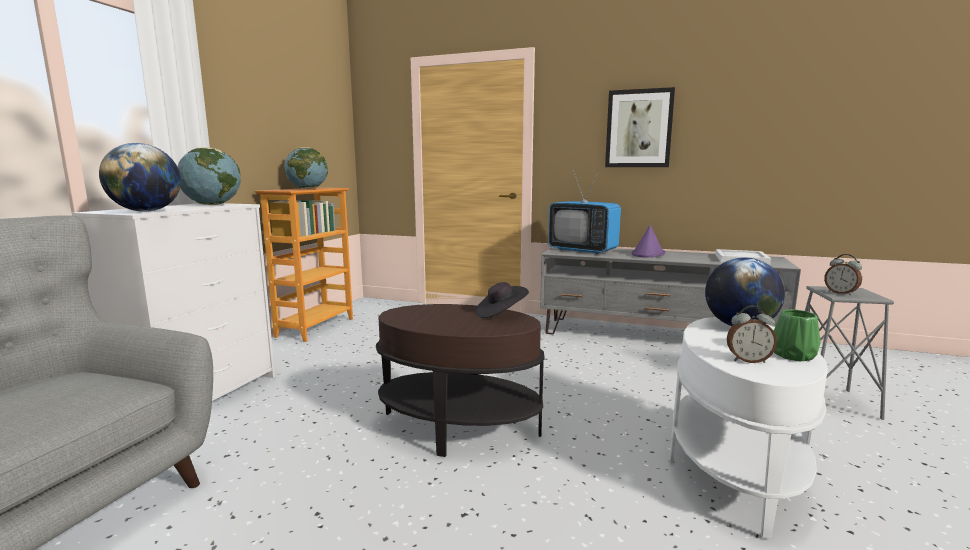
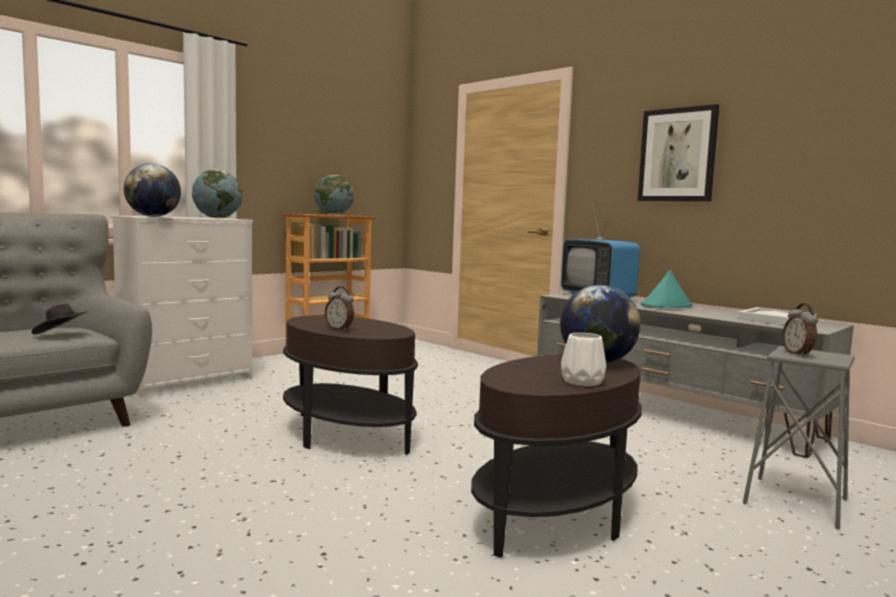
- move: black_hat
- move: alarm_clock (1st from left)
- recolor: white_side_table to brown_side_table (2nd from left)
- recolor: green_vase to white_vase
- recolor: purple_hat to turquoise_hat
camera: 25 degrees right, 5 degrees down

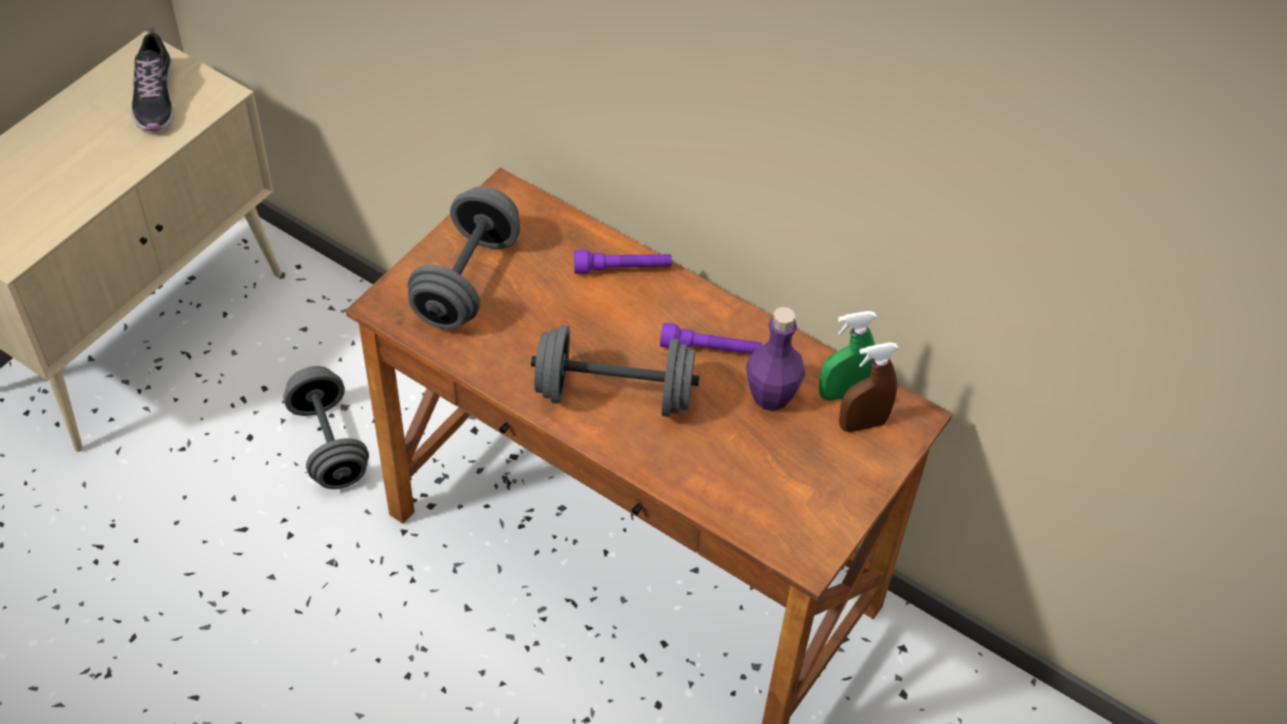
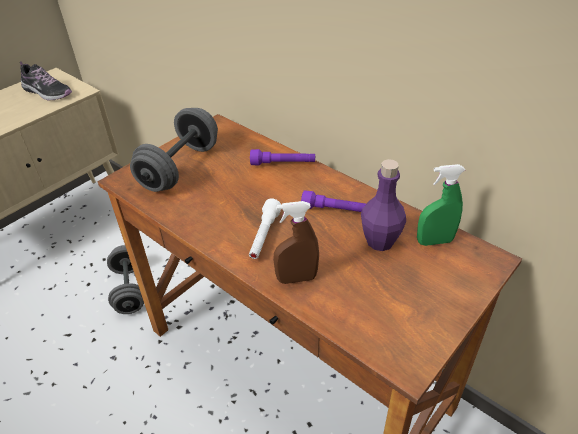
- rotate: shoe 60 degrees counterclockwise
- replace: grey_dumbbell (3rd from left) to white_flashlight
- move: brown_spray_bottle
camera: 10 degrees right, 10 degrees down

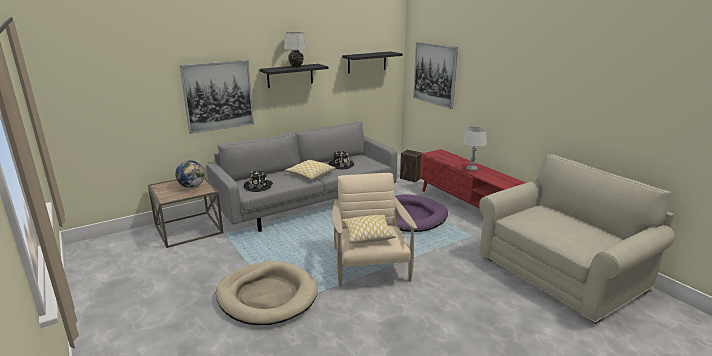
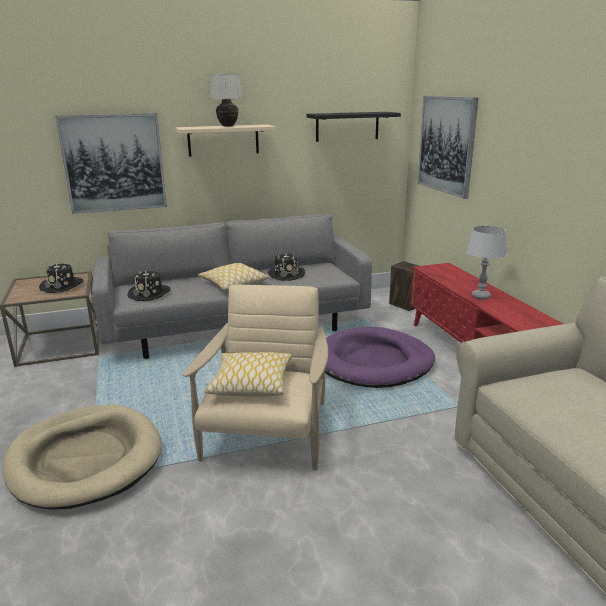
- replace: globe to black_hat (1st from left)
- recolor: black_shelf (1st from left) to beige_shelf
camera: 15 degrees right, 0 degrees up

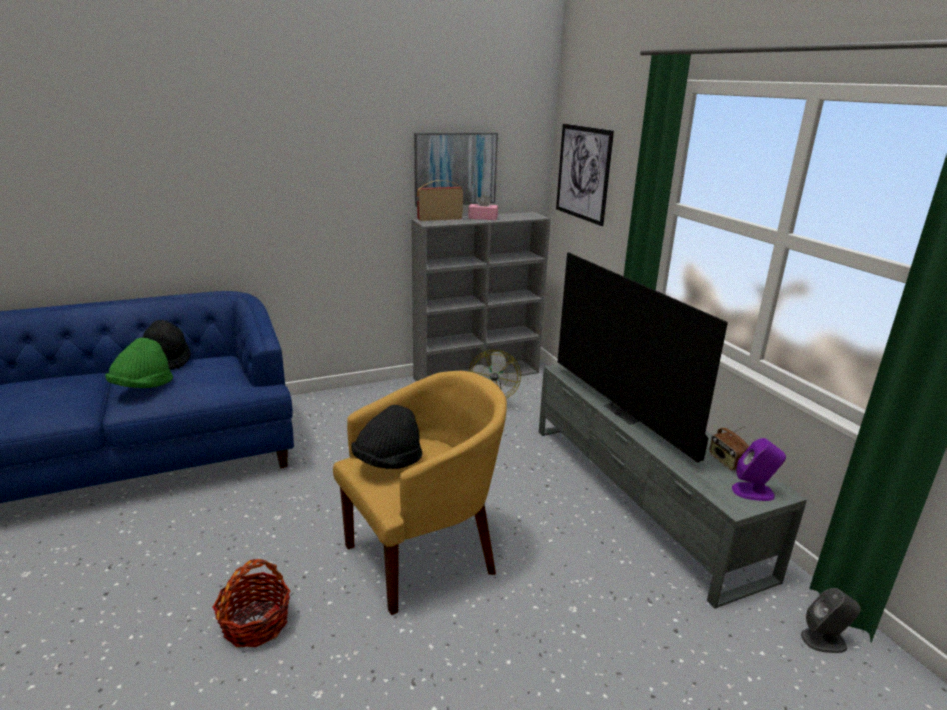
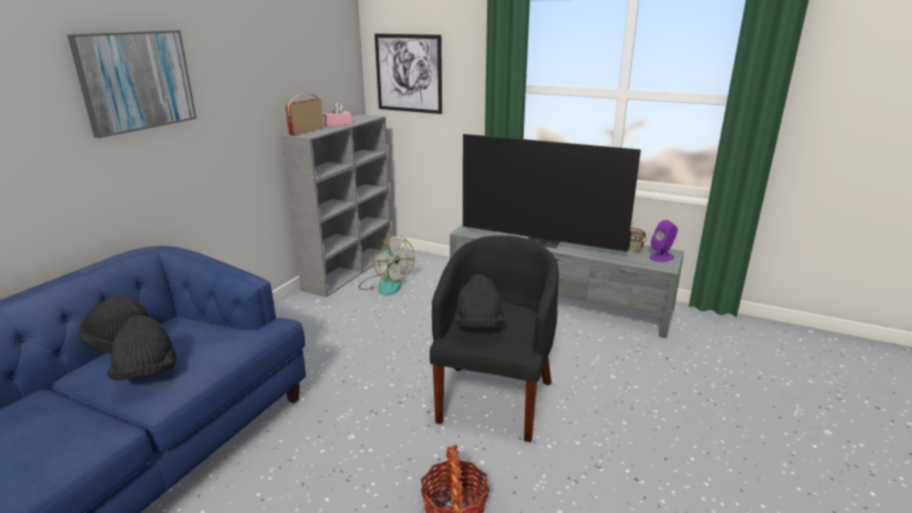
- move: picture (1st from left)
- recolor: green_hat to black_hat (2nd from left)
- recolor: yellow_armchair to black_armchair
- delete: grey_speaker
camera: 40 degrees left, 0 degrees up

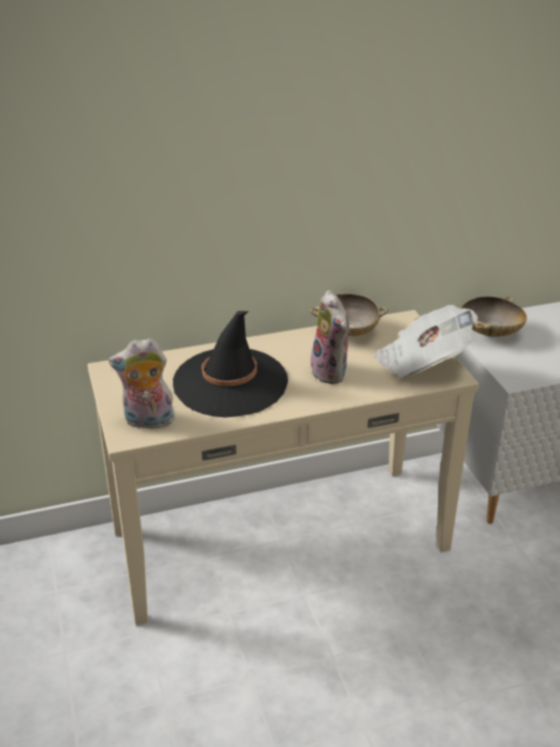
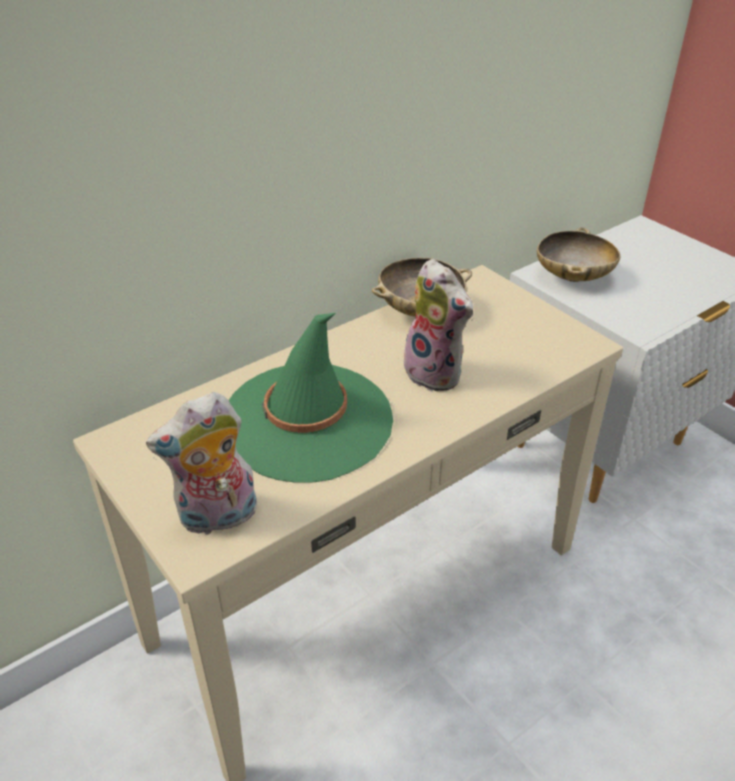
- recolor: black_hat to green_hat
- delete: newspaper
camera: 20 degrees left, 5 degrees up

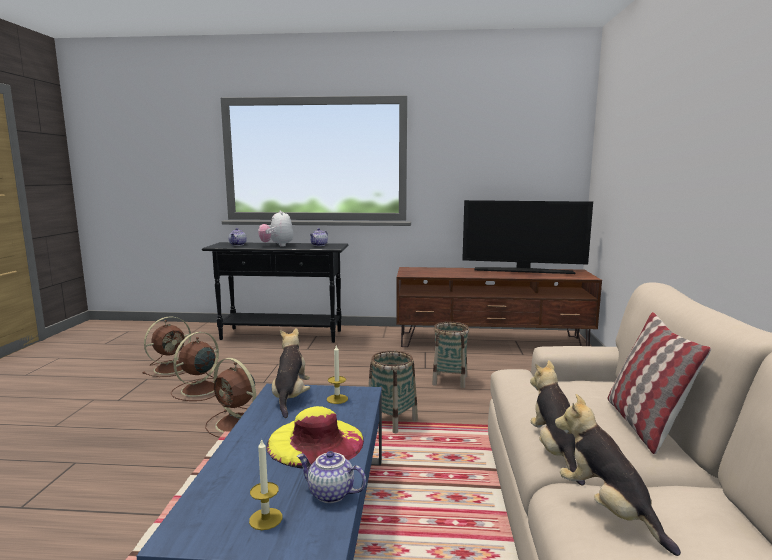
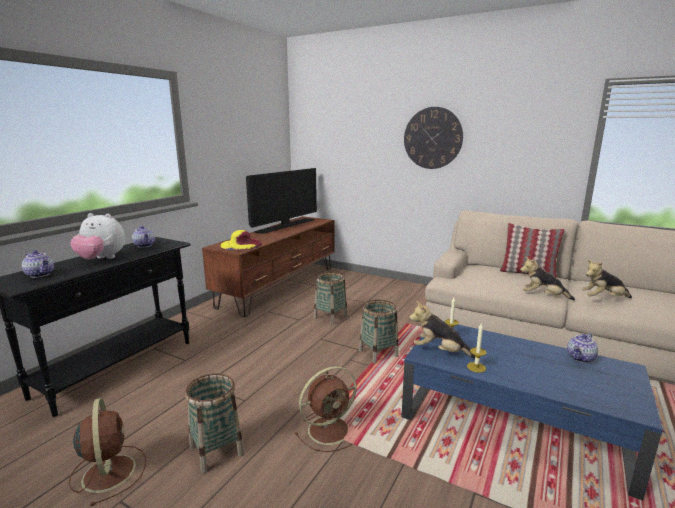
- replace: brown_fan (2nd from left) to basket (1st from left)
- move: yellow_hat
- insert: wall_clock
- move: candle (1st from left in the first image) to candle (2nd from left)
camera: 65 degrees left, 5 degrees up

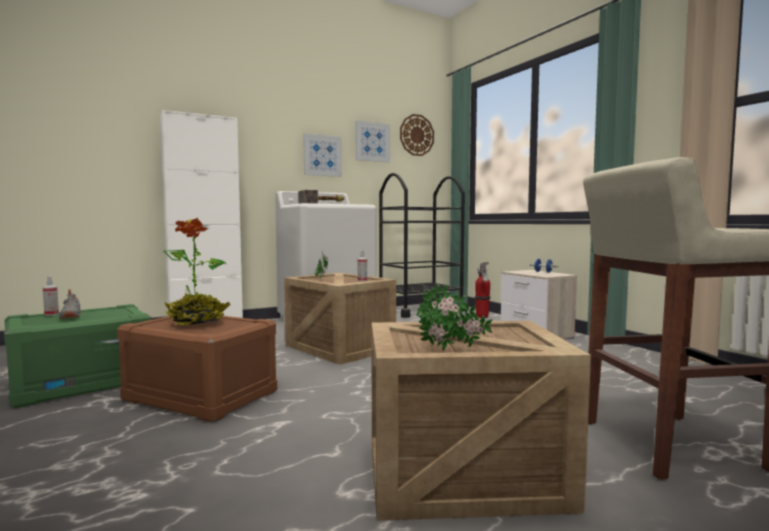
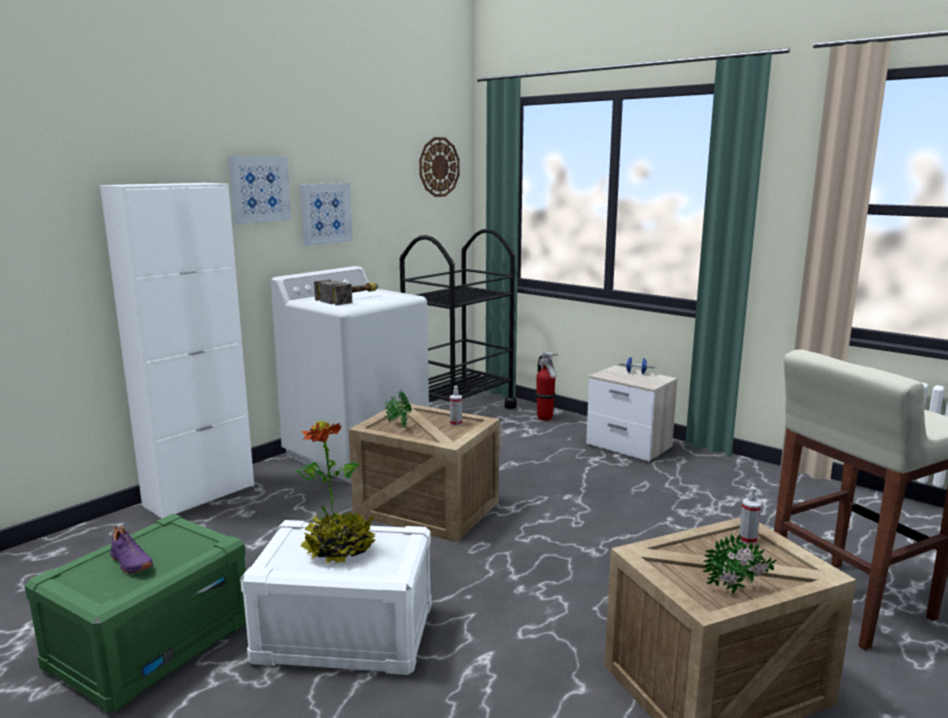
- recolor: grey_shoe to purple_shoe
- move: picture (2nd from left in the first image) to picture (1st from left)
- recolor: brown_storage_box to white_storage_box
- move: spray_bottle (1st from left in the first image) to spray_bottle (2nd from left)
camera: 20 degrees left, 10 degrees up

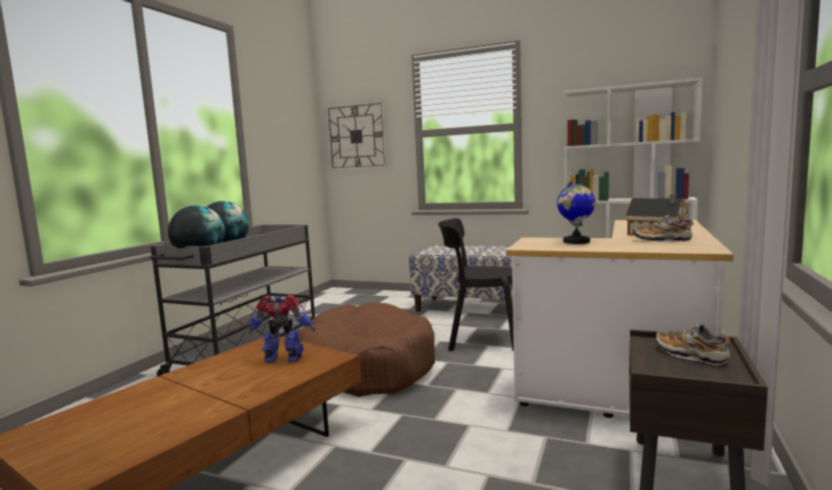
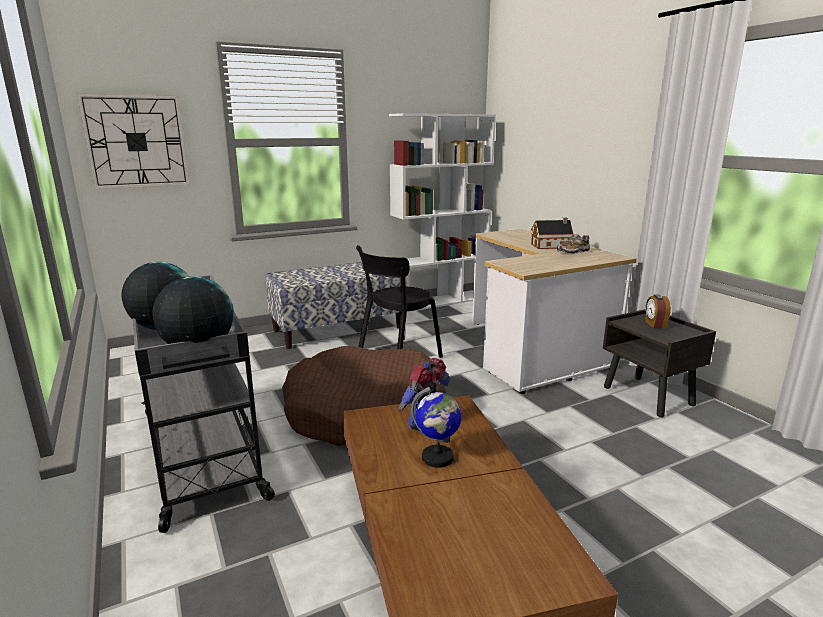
- move: globe (3rd from left)
- replace: shoe (2nd from left) to alarm_clock
camera: 50 degrees left, 10 degrees up

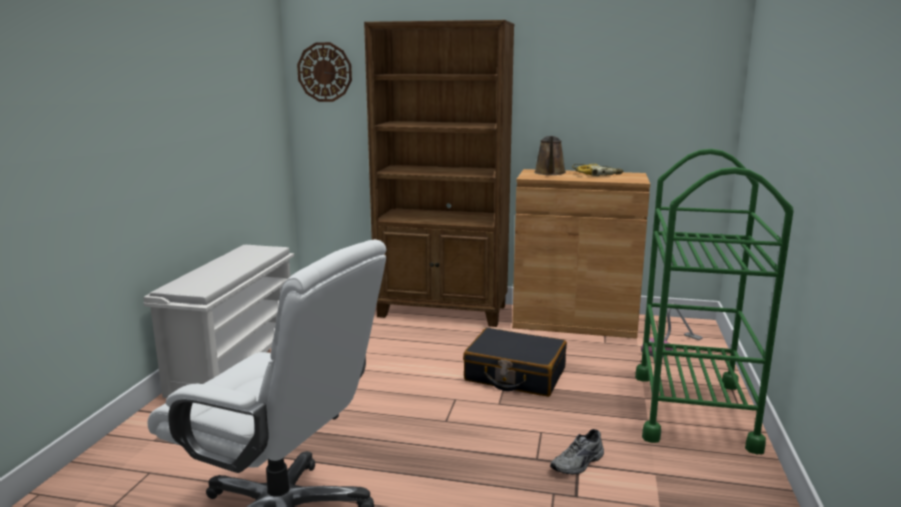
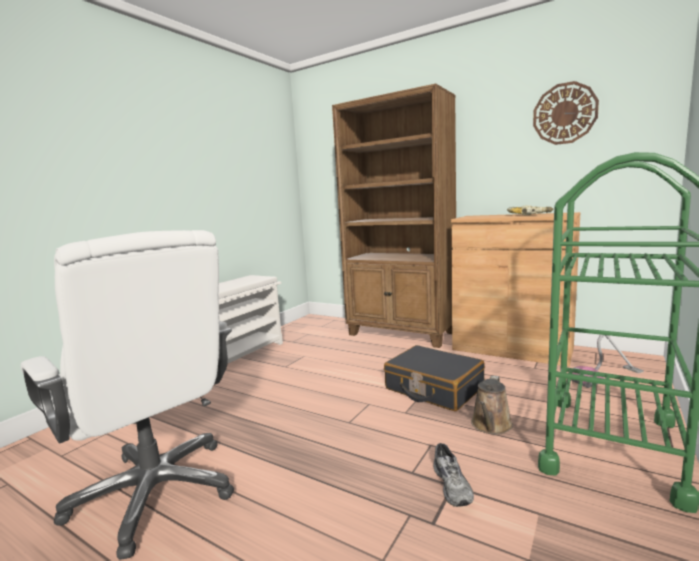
- rotate: grey_shoe 75 degrees counterclockwise
- move: brown_watering_can
- move: wall_clock
camera: 20 degrees right, 5 degrees down

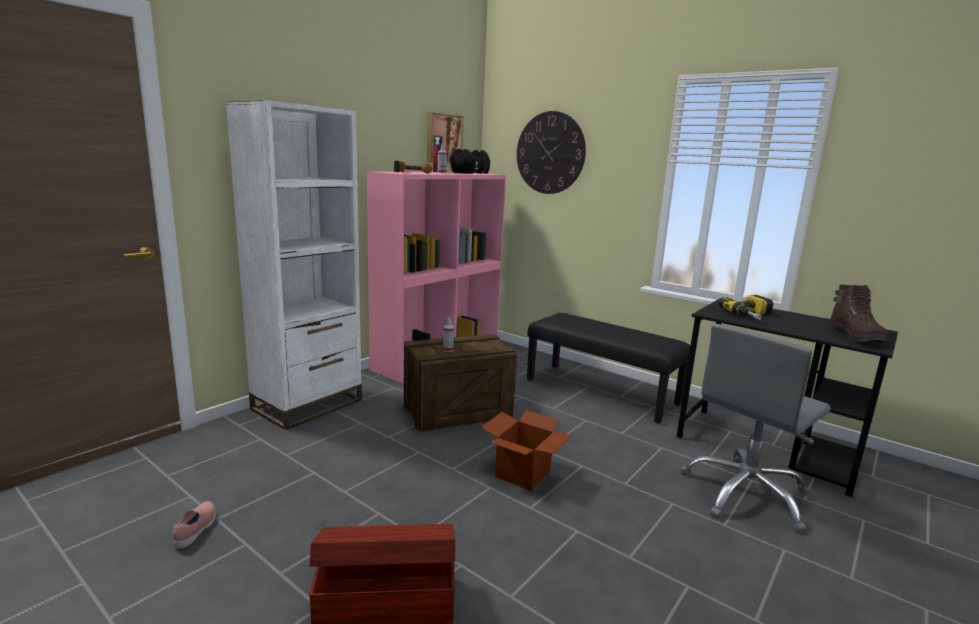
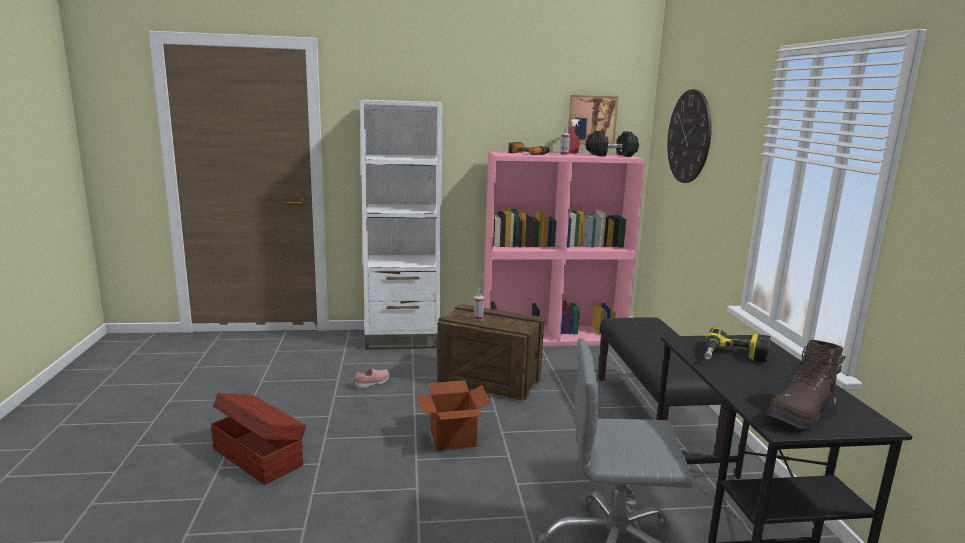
- move: pink_shoe
camera: 45 degrees right, 0 degrees up

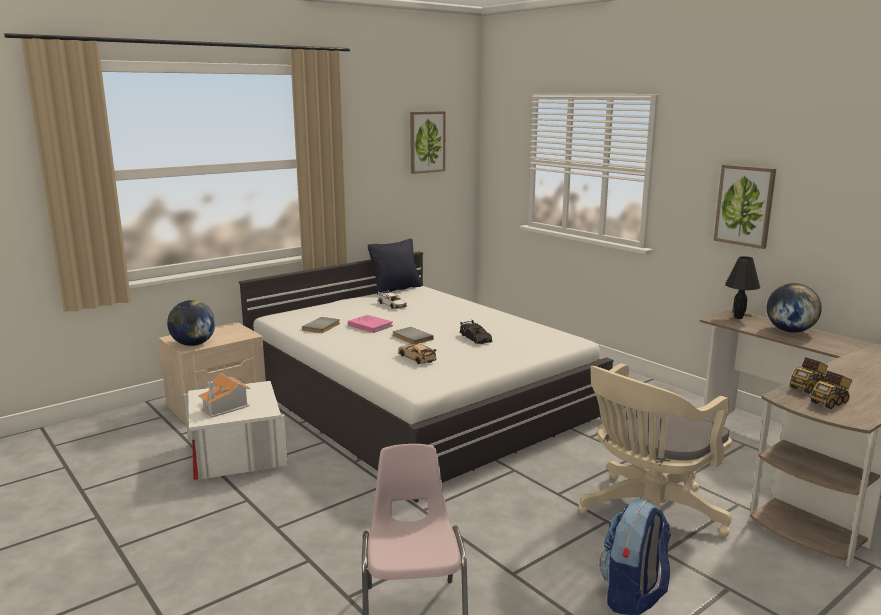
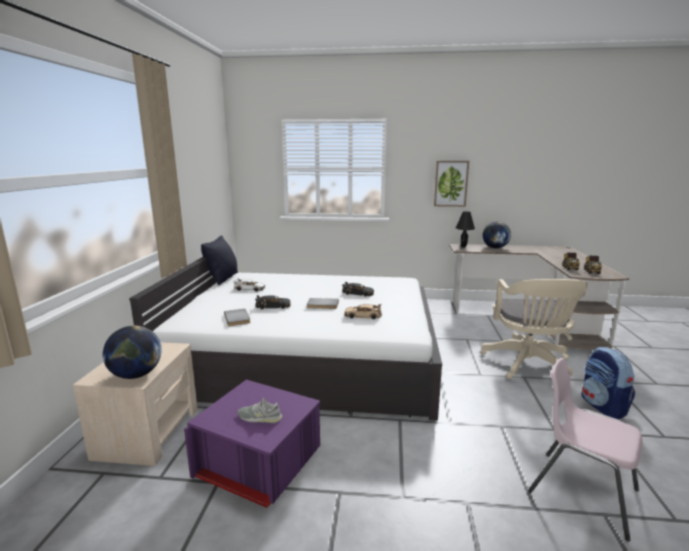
- recolor: white_storage_box to purple_storage_box
- replace: toy_house to grey_shoe
- replace: pink_book to black_toy_car (1st from left)
- delete: picture (1st from left)
camera: 45 degrees left, 0 degrees up

